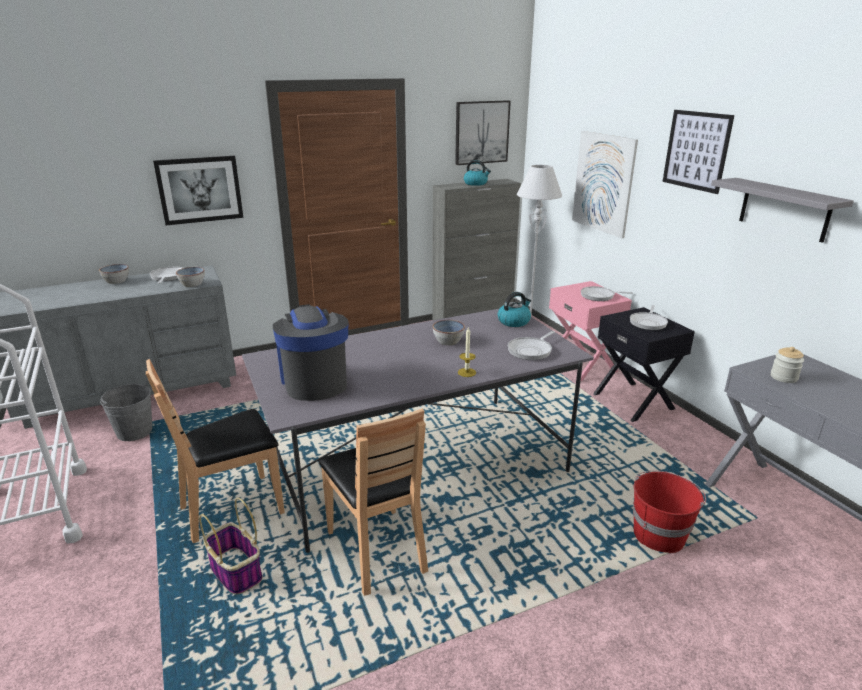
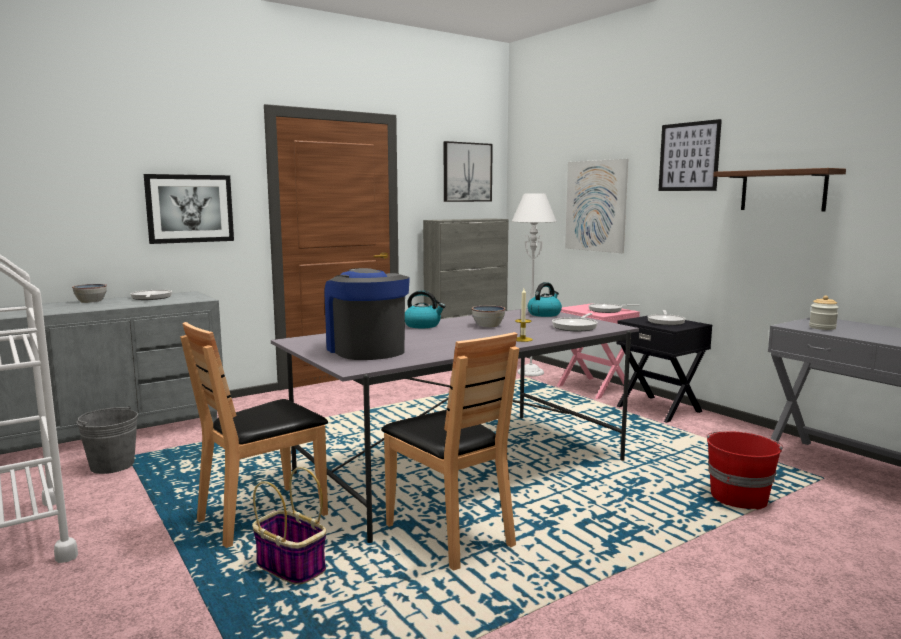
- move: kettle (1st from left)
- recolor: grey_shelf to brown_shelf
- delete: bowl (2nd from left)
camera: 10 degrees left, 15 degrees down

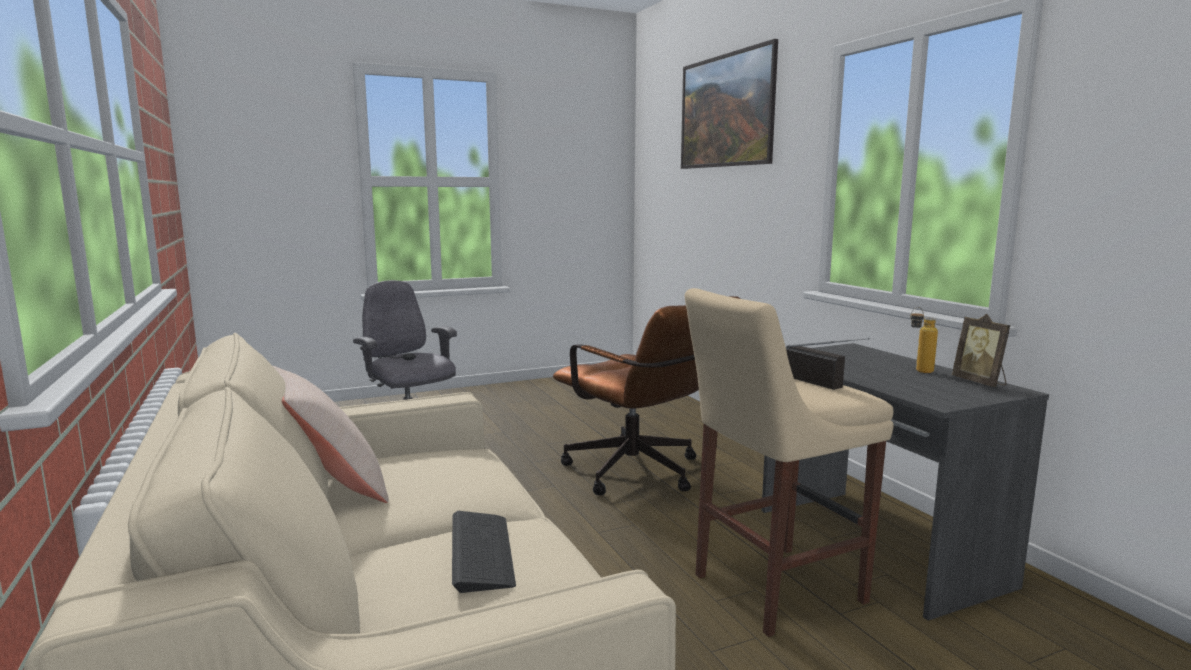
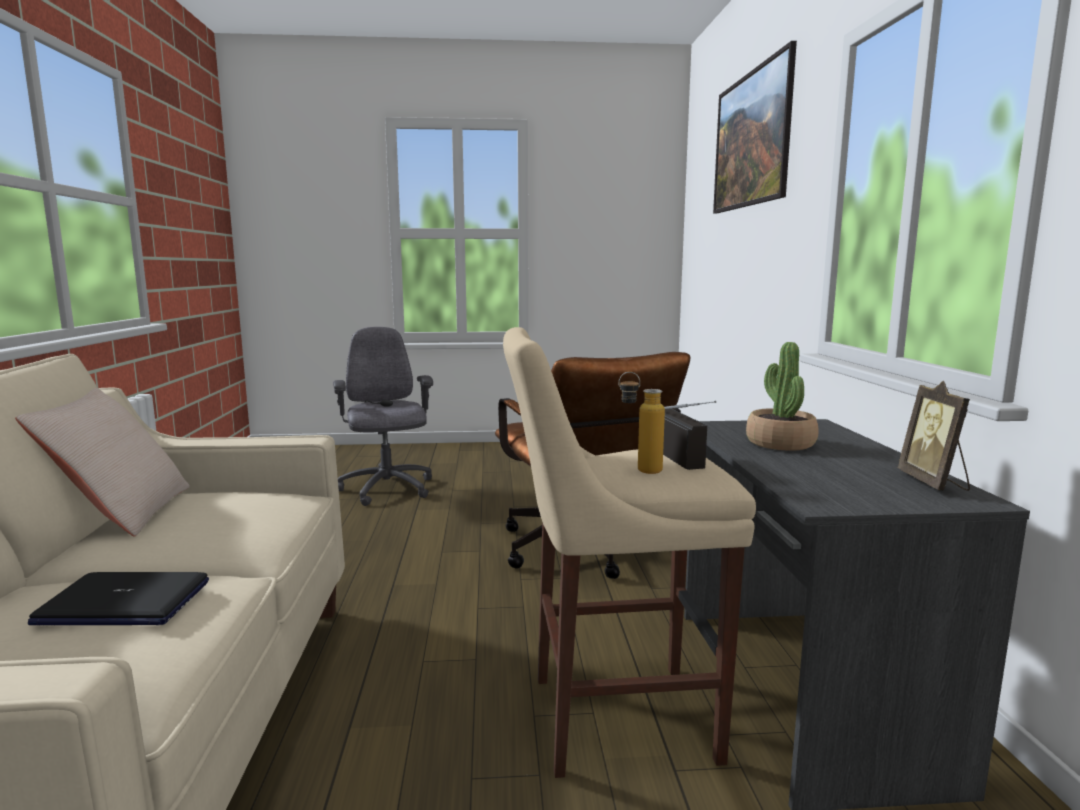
- replace: keyboard to laptop
- move: bottle
- insert: potted_plant
camera: 20 degrees right, 0 degrees up

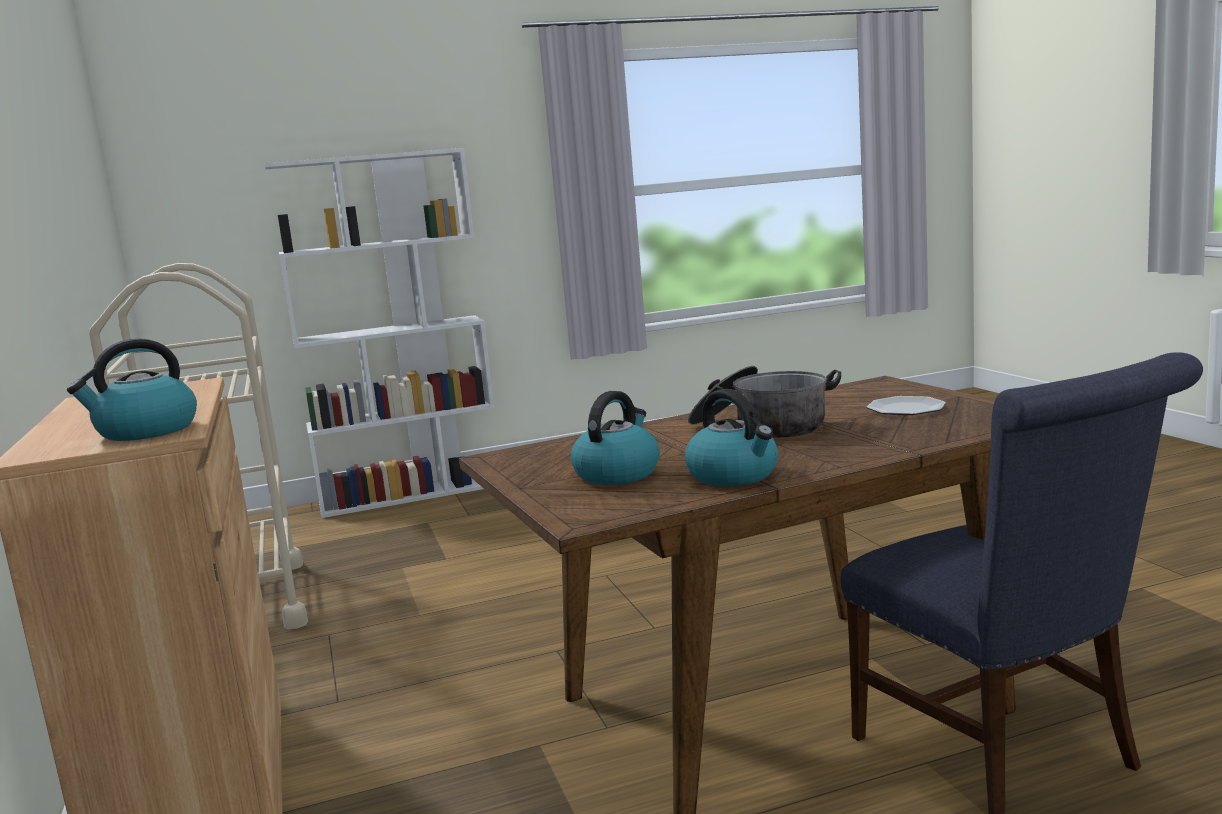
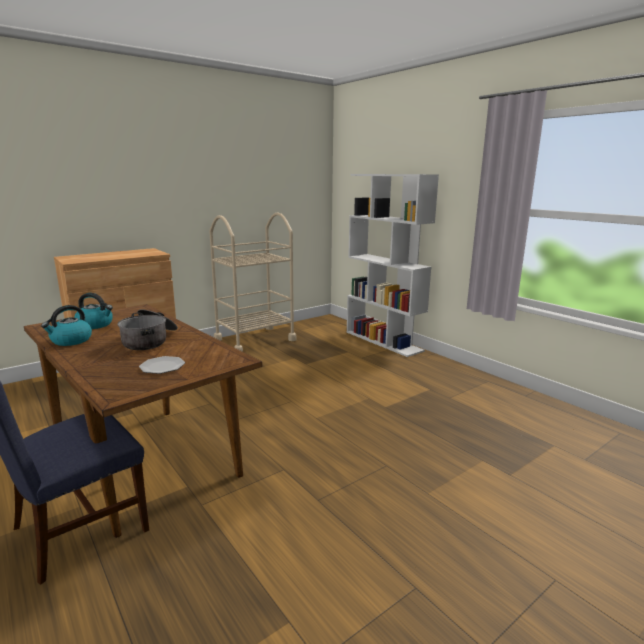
- delete: kettle (1st from left)
camera: 70 degrees right, 5 degrees up

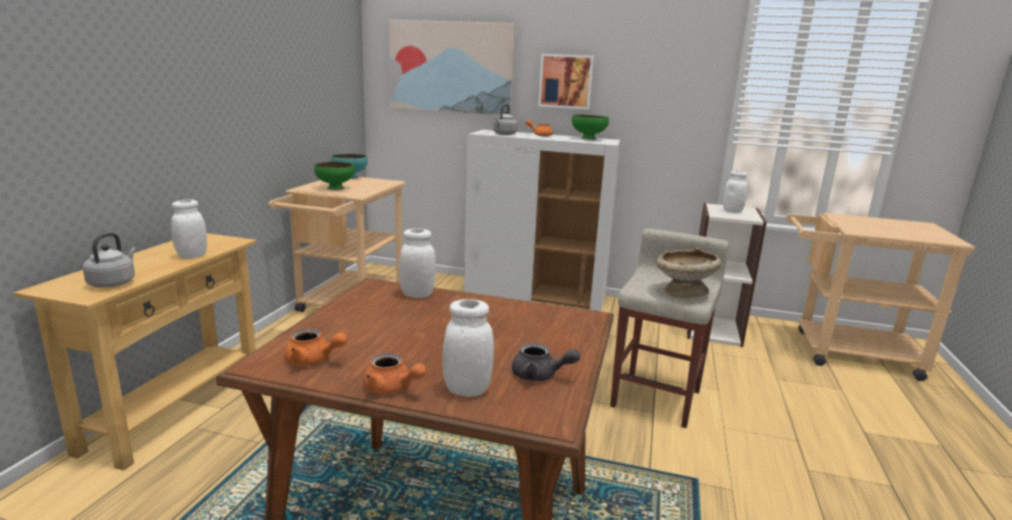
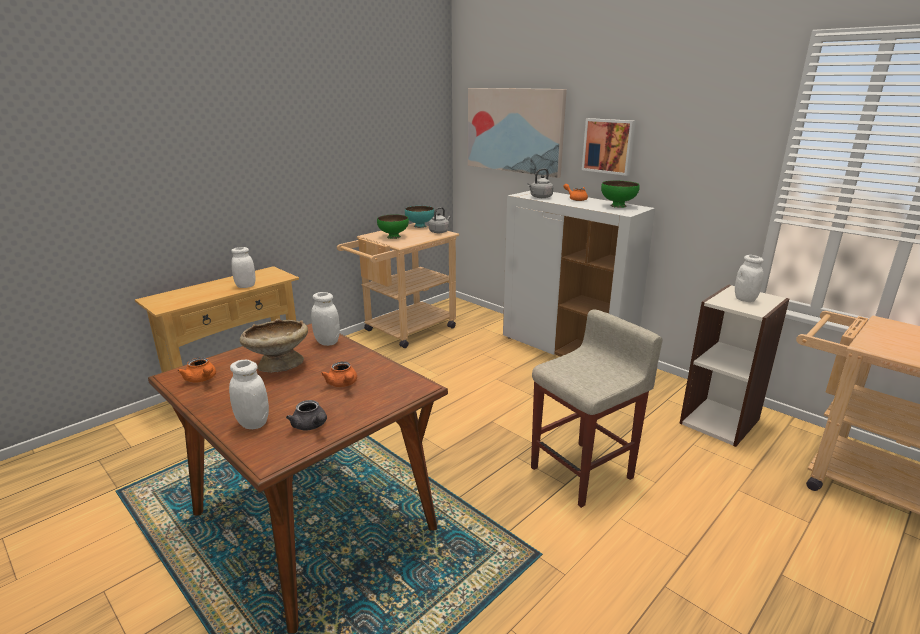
- move: beige_bowl
- move: orange_teapot (2nd from left)
- move: grey_kettle (1st from left)
camera: 30 degrees right, 5 degrees up

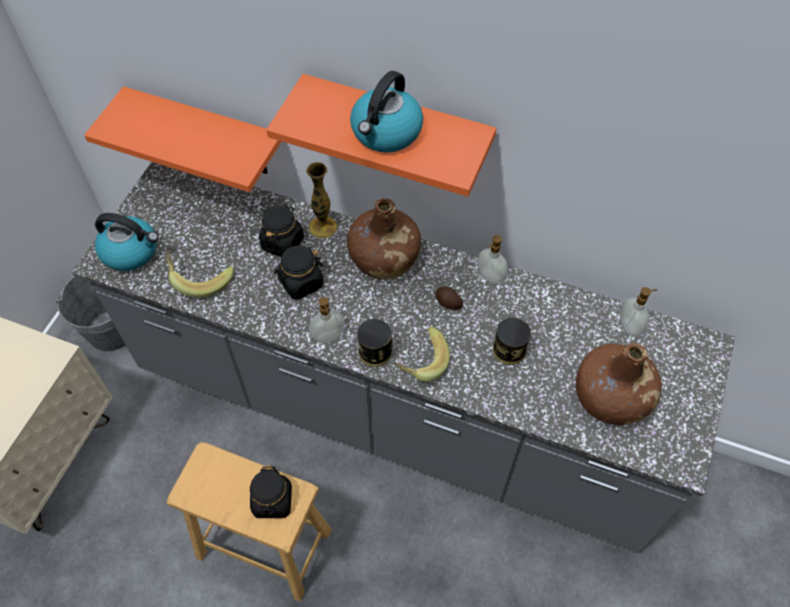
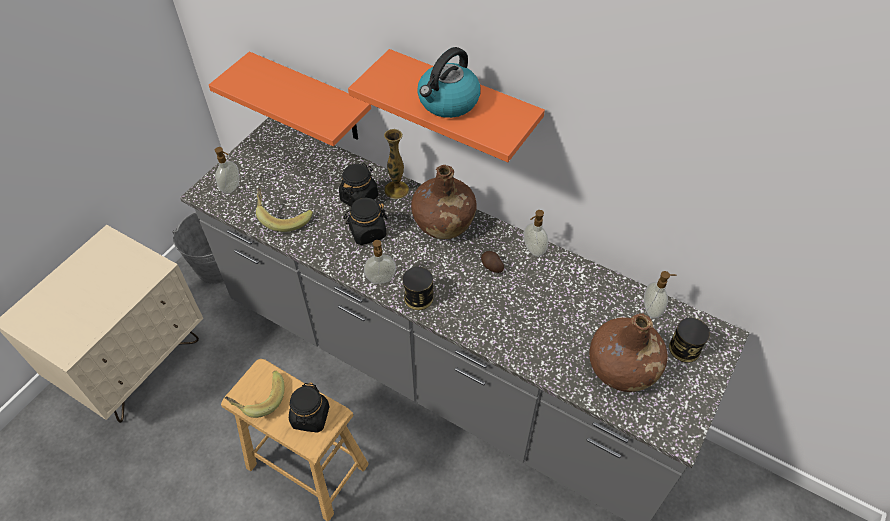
- replace: kettle (1st from left) to soap_dispenser (1st from left)
- move: banana (2nd from left in the first image) to banana (1st from left)
- move: can (2nd from left)
camera: 10 degrees right, 5 degrees down

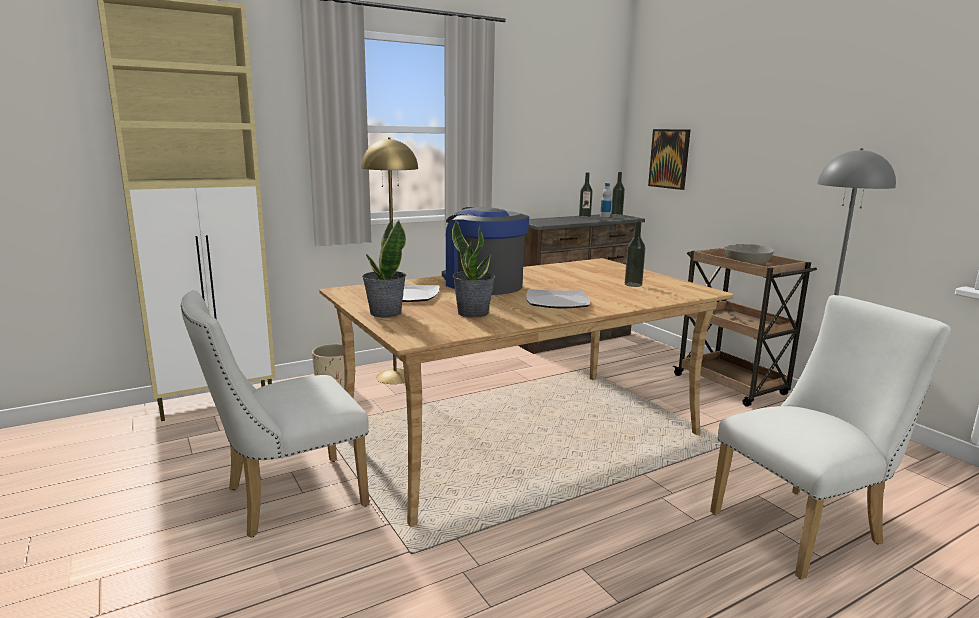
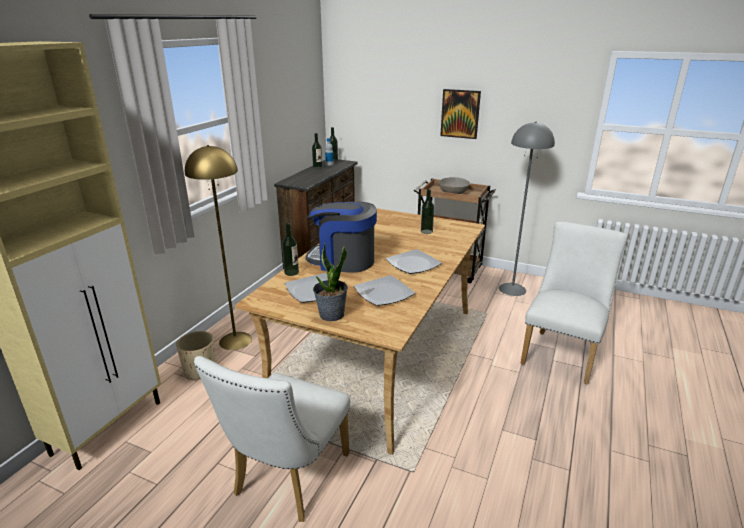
- insert: bottle (1st from left)
- replace: potted_plant (2nd from left) to plate (2nd from left)
- move: picture
camera: 35 degrees left, 10 degrees up

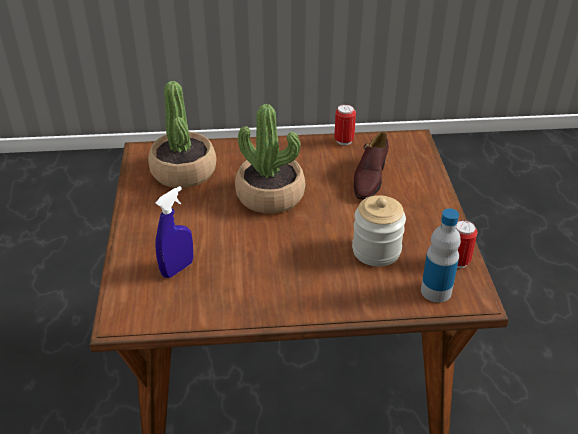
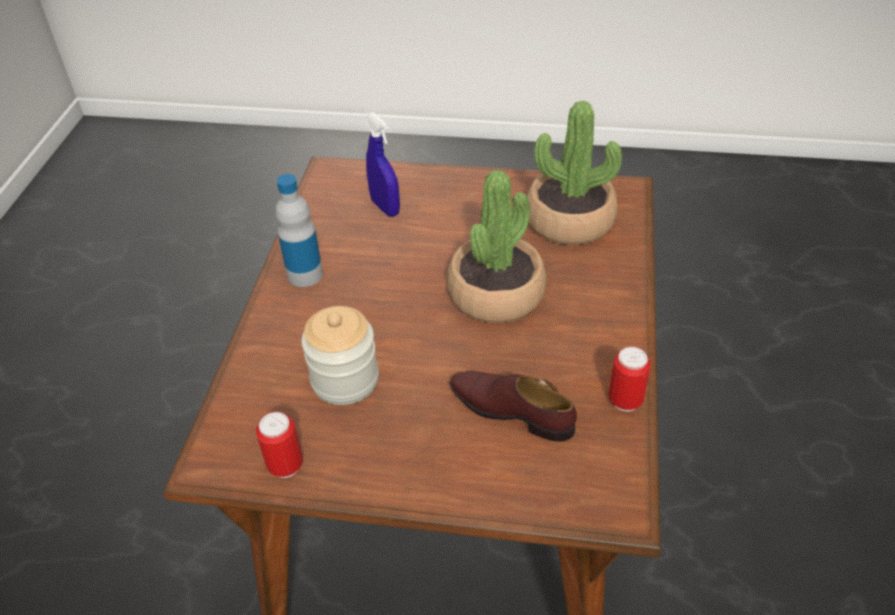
- move: bottle
camera: 105 degrees right, 5 degrees up

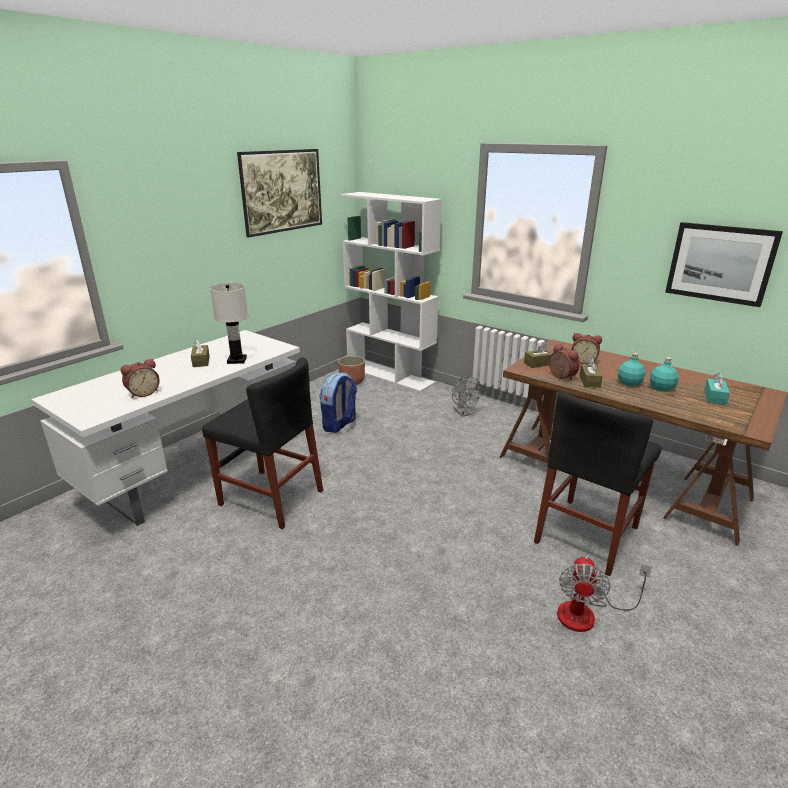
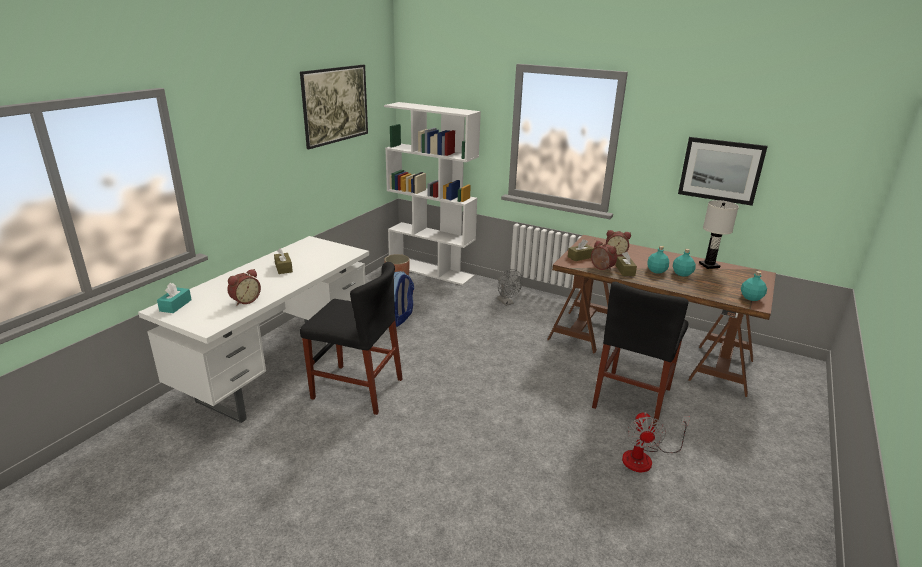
- move: turquoise_tissue_box
- move: white_table_lamp
- insert: turquoise_bottle (3rd from left)
camera: 10 degrees left, 0 degrees up

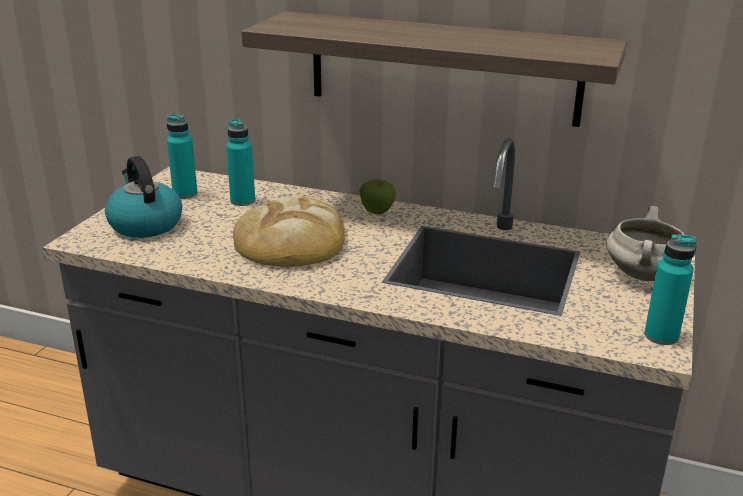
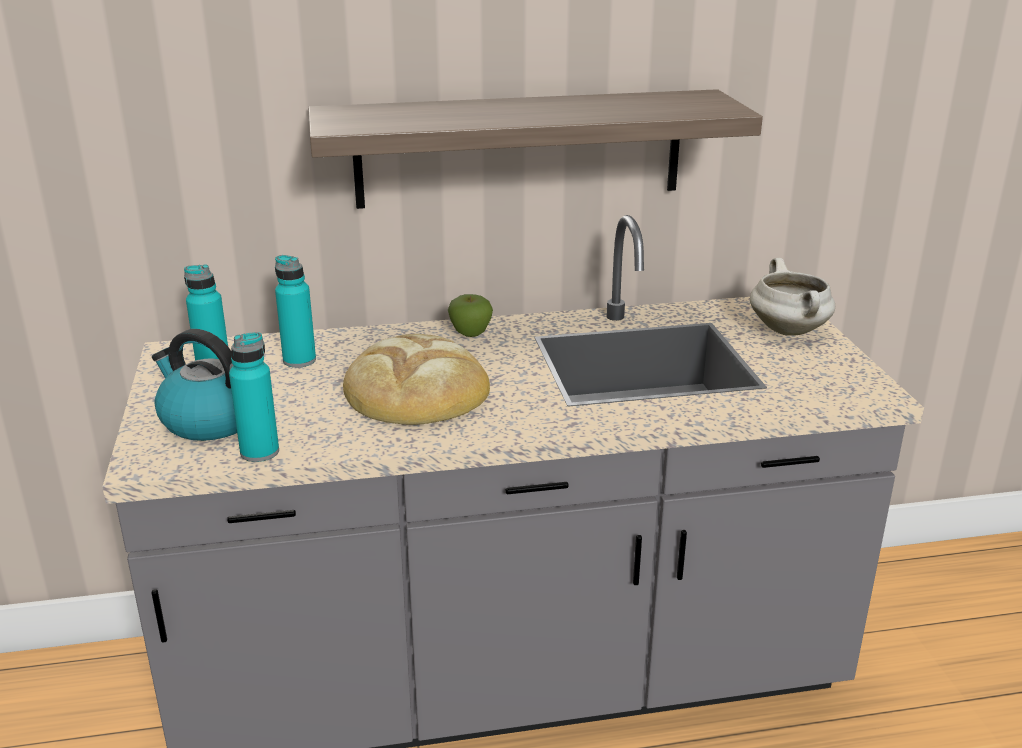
- move: turquoise_bottle (3rd from left in the first image) to turquoise_bottle (2nd from left)
camera: 30 degrees left, 0 degrees up

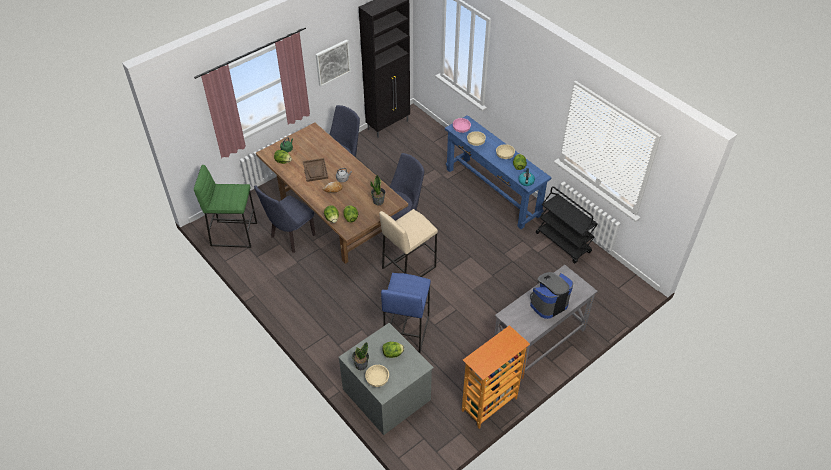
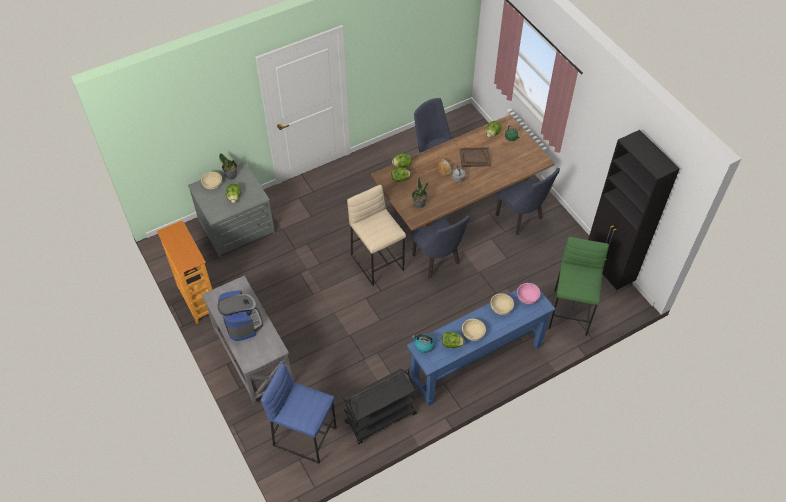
- move: blue_stool
- move: green_stool
- delete: picture
camera: 100 degrees right, 5 degrees up

